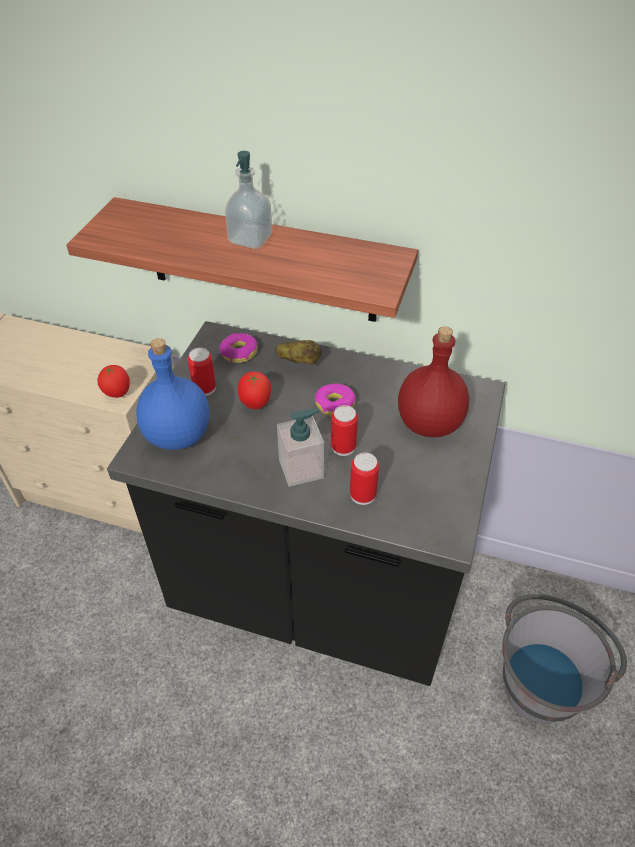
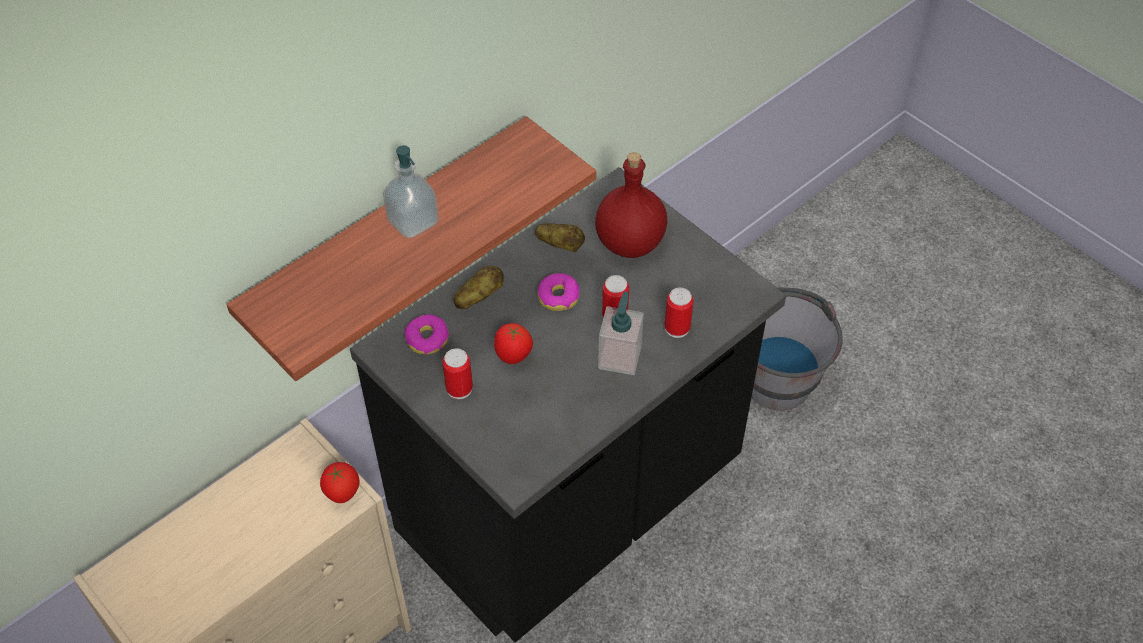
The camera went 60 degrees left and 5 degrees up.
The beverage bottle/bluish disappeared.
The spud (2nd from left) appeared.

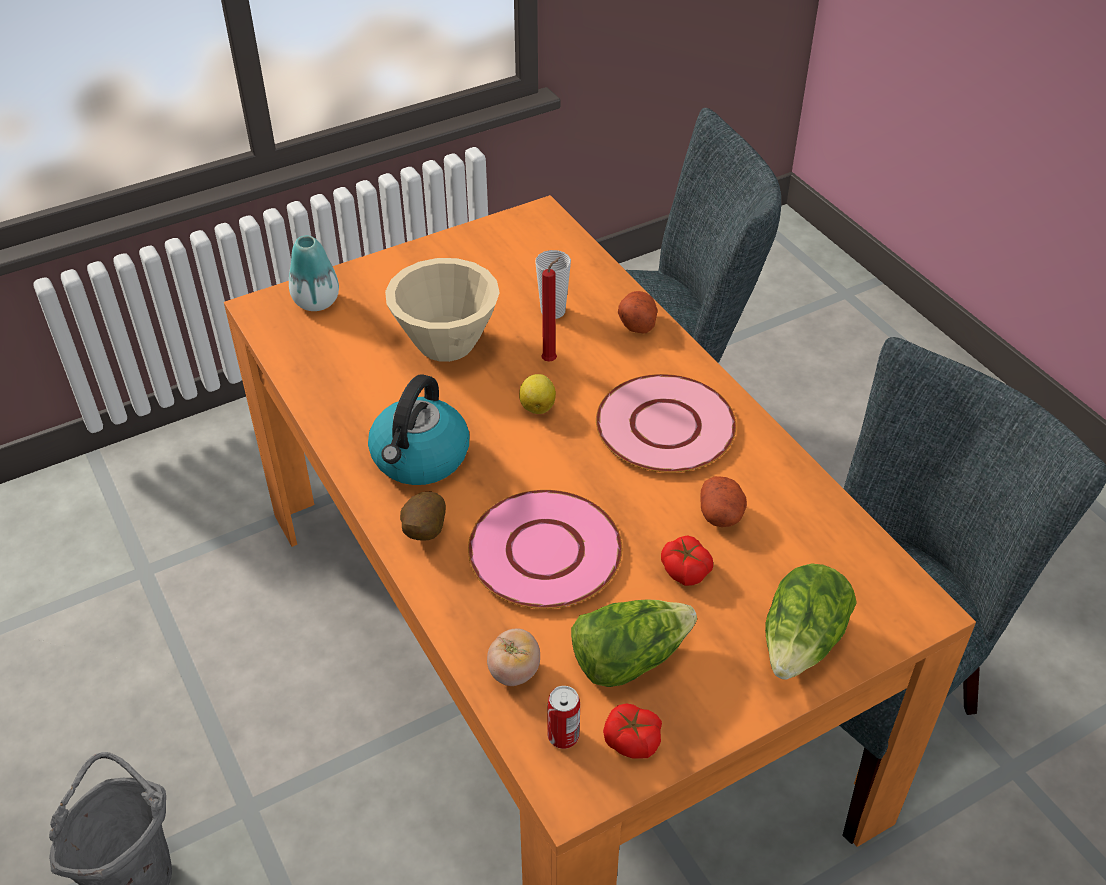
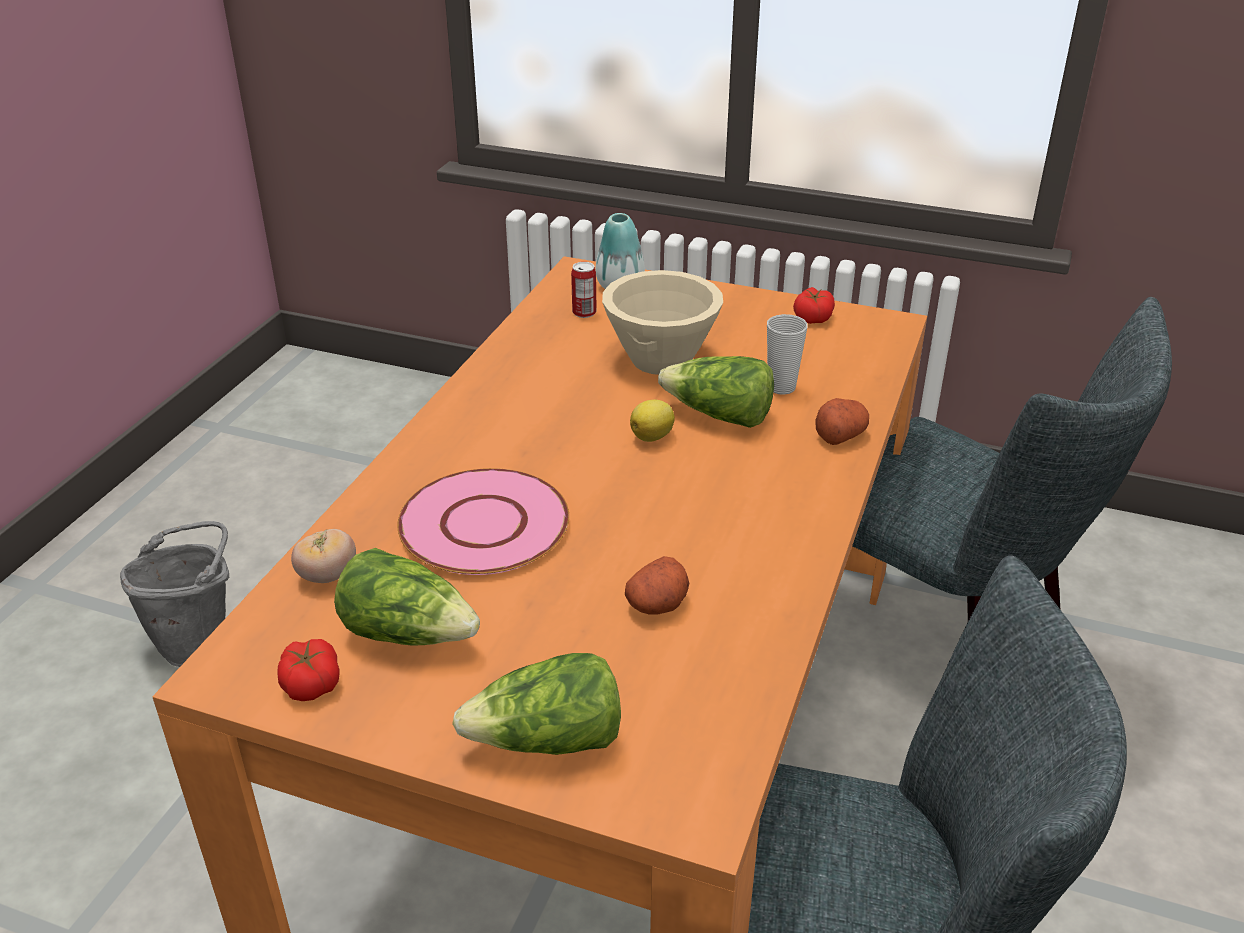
The camera went 50 degrees right and 10 degrees down.
The tea kettle disappeared.
The spud (1st from left) disappeared.
The wax light/red was replaced by the lettuce (3rd from left).
The sealed can moved.
The dinner plate/pinkish (2nd from left) disappeared.
The whole tomato (3rd from left) moved.

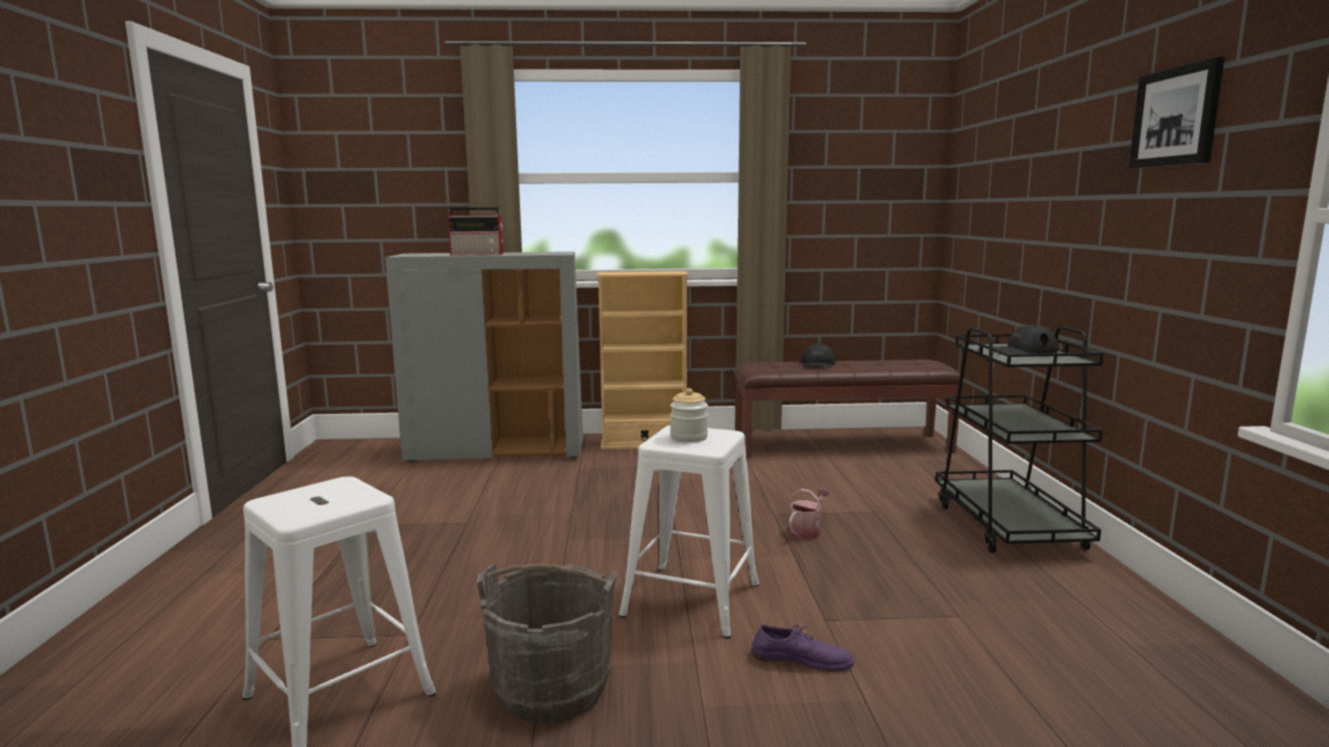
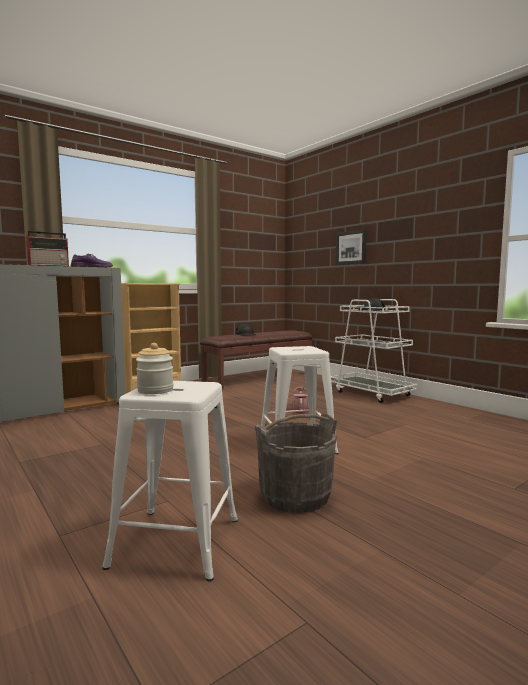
The camera went 35 degrees left and 5 degrees down.
The jar moved.
The low shoe/purple-coloured moved.
The wheeled cart/black became the wheeled cart/white-coloured.
The wall art moved.

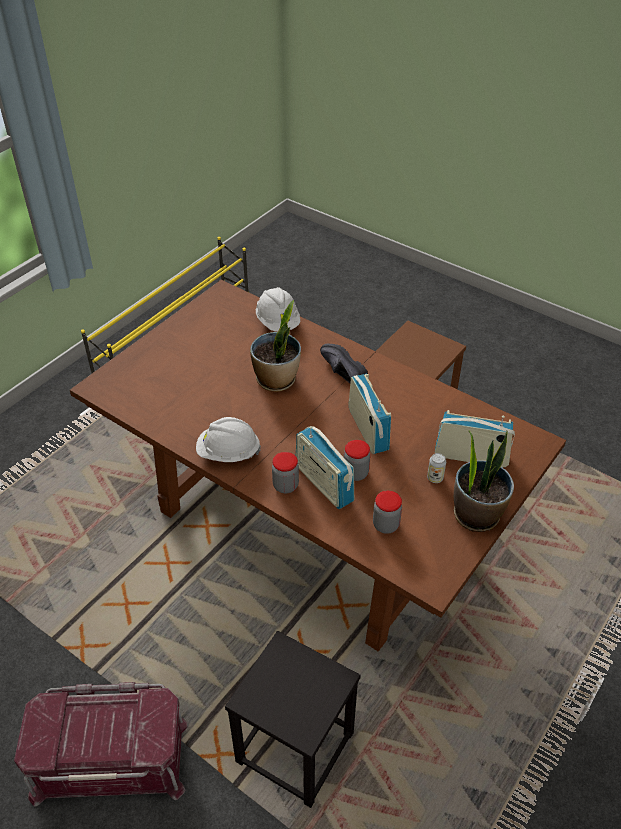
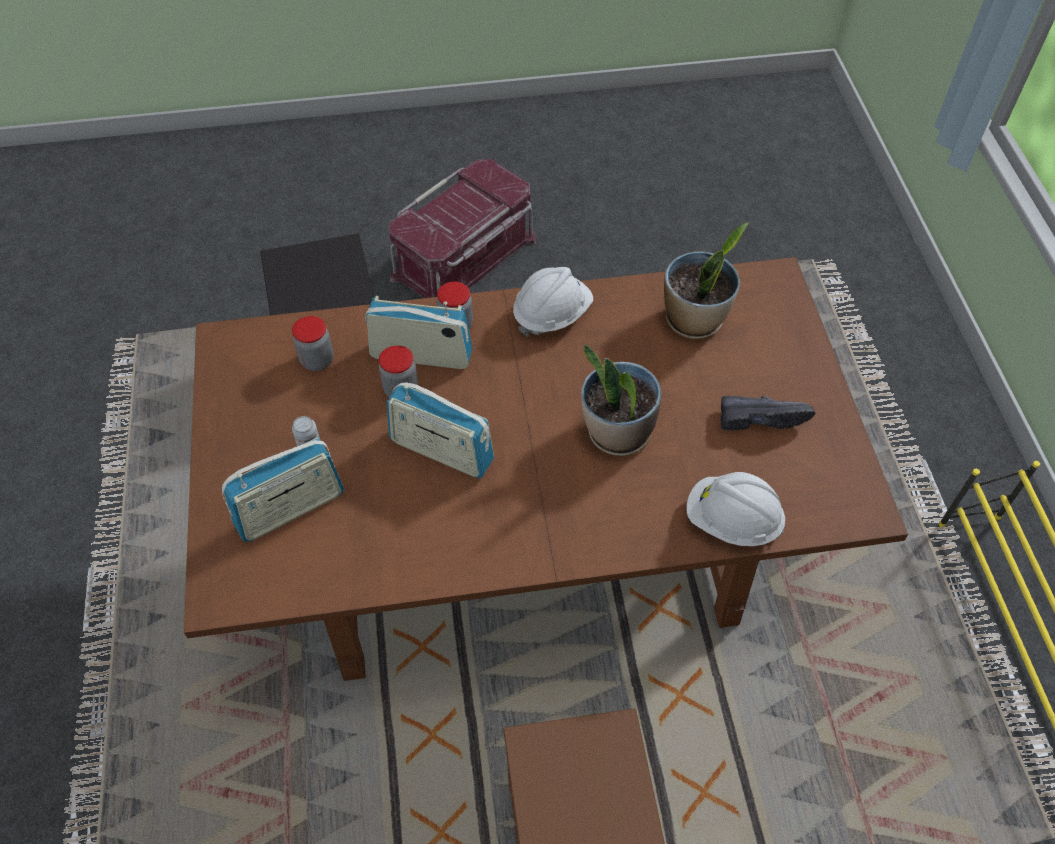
The camera went 135 degrees right and 10 degrees up.
The low shoe/black moved.
The houseplant (2nd from left) moved.

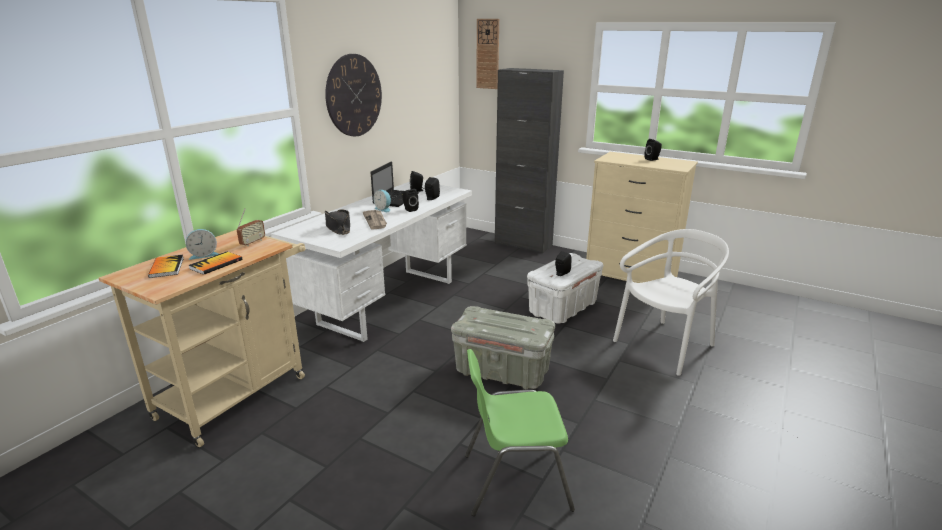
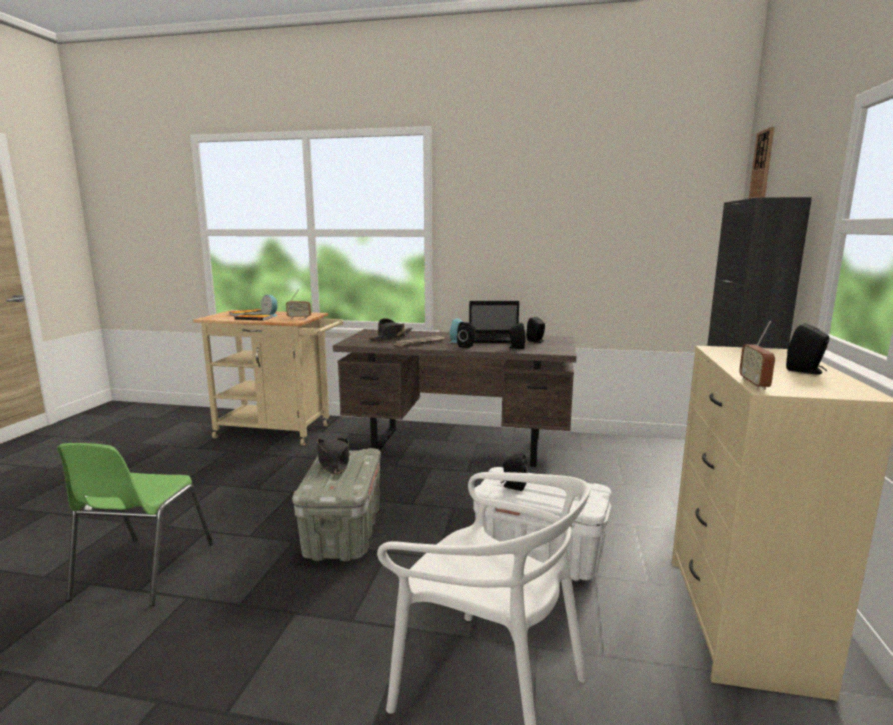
The camera went 70 degrees right and 10 degrees down.
The desk table/white-coloured became the desk table/brown-coloured.
The hanging clock (1st from left) disappeared.
The plain chair/green turned 150 degrees counterclockwise.
The hat/black (1st from left) appeared.
The radio set (2nd from left) appeared.

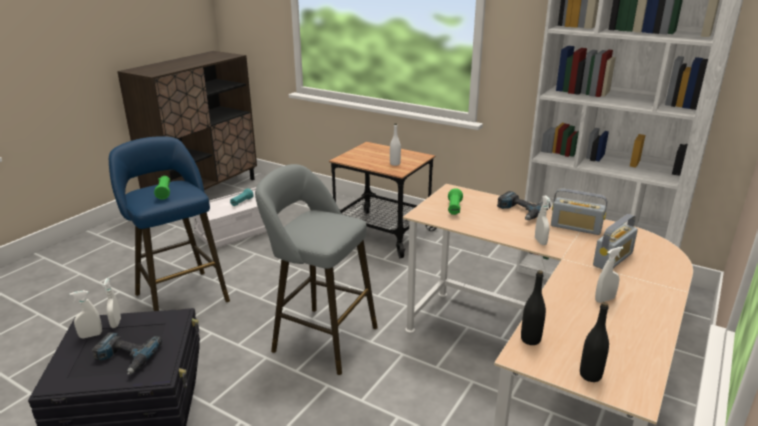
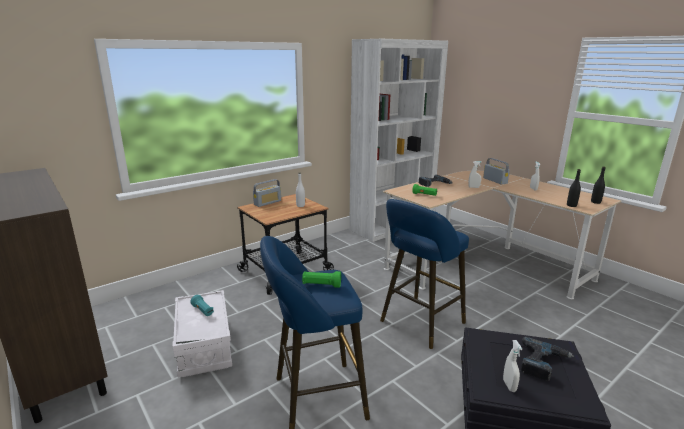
The camera went 70 degrees left and 5 degrees down.
The hand sprayer/white-coloured (2nd from left) disappeared.
The stool/gray became the stool/bluish (2nd from left).
The radio set (1st from left) moved.

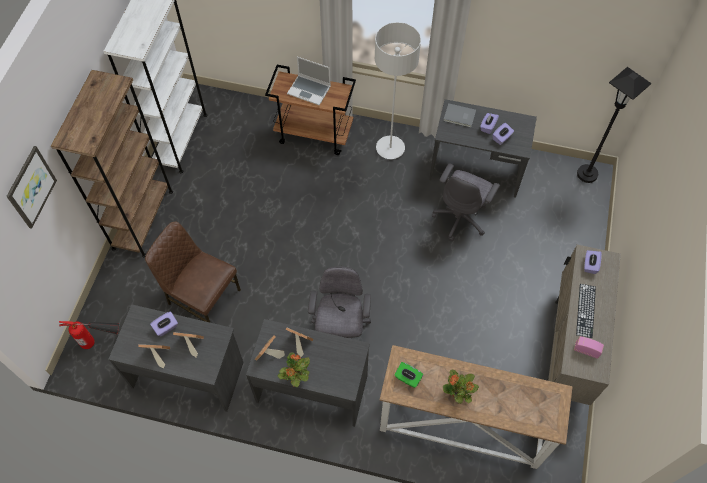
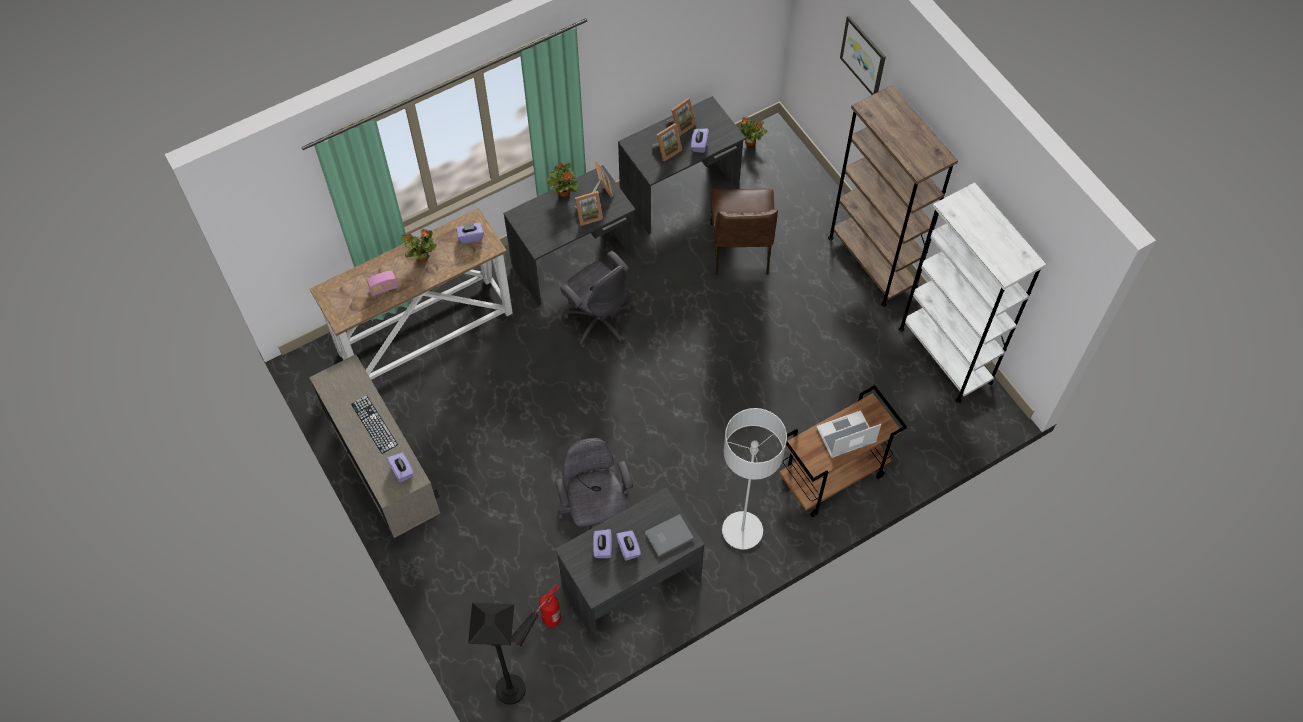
The camera went 135 degrees right and 0 degrees up.
The fire extinguisher moved.
The plain chair/brown-coloured turned 105 degrees clockwise.
The box of tissues/green became the box of tissues/purple-coloured (2nd from left).
The radio set moved.
The houseplant (3rd from left) appeared.

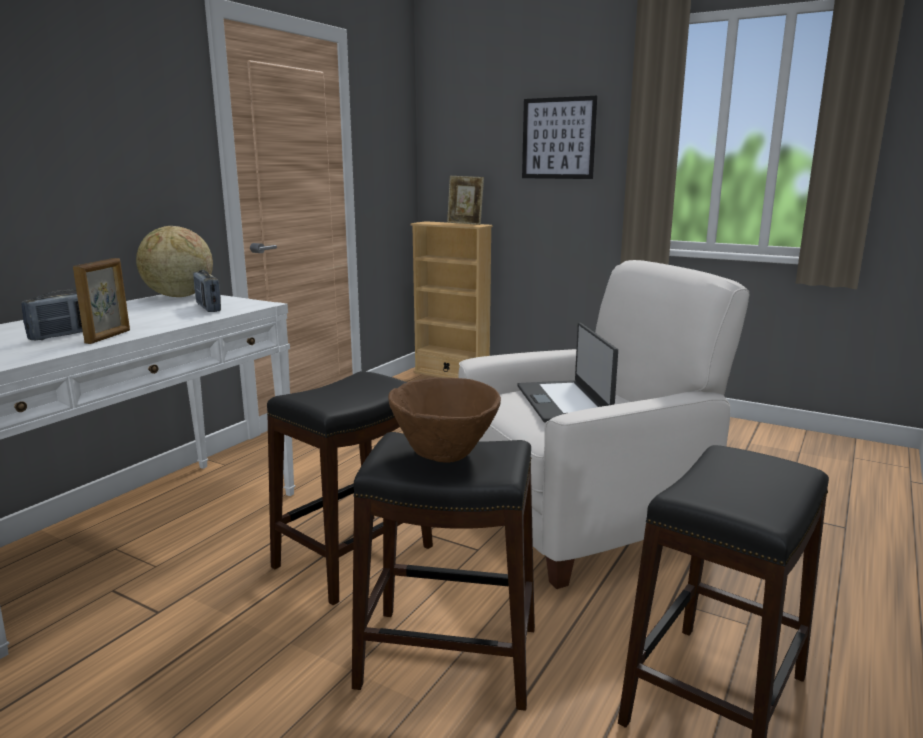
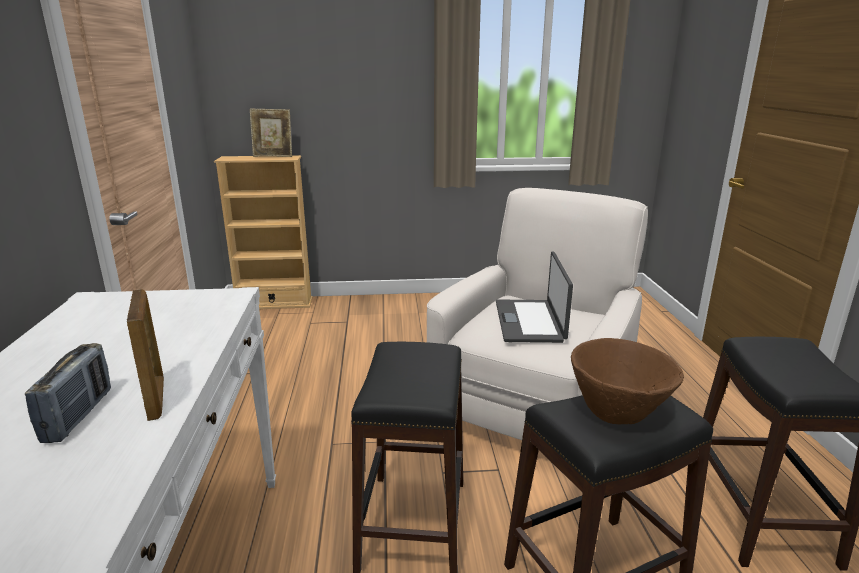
The camera went 35 degrees left and 5 degrees up.
The world globe disappeared.
The radio set (2nd from left) disappeared.
The laptop turned 45 degrees clockwise.
The wall art disappeared.

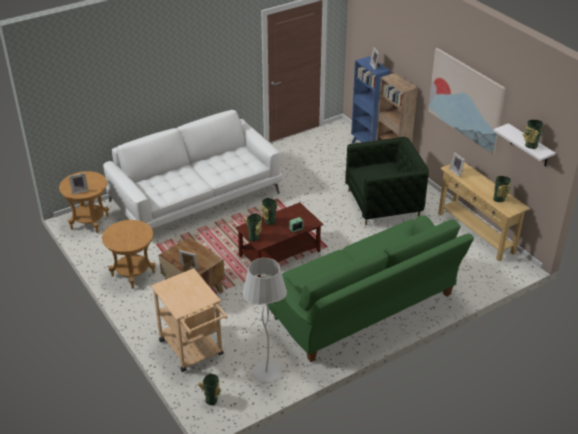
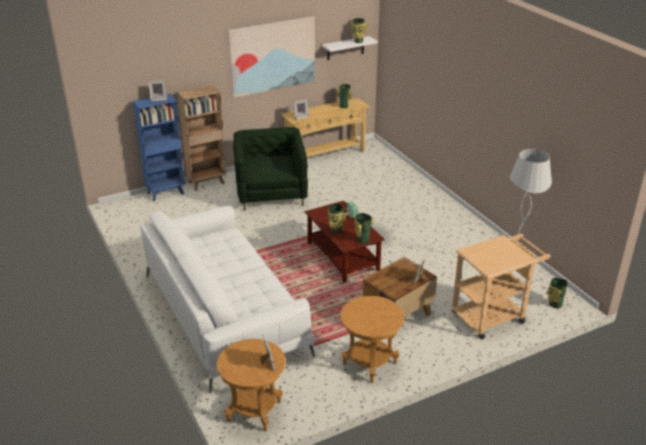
The camera went 85 degrees left and 5 degrees down.
The settee/green disappeared.

